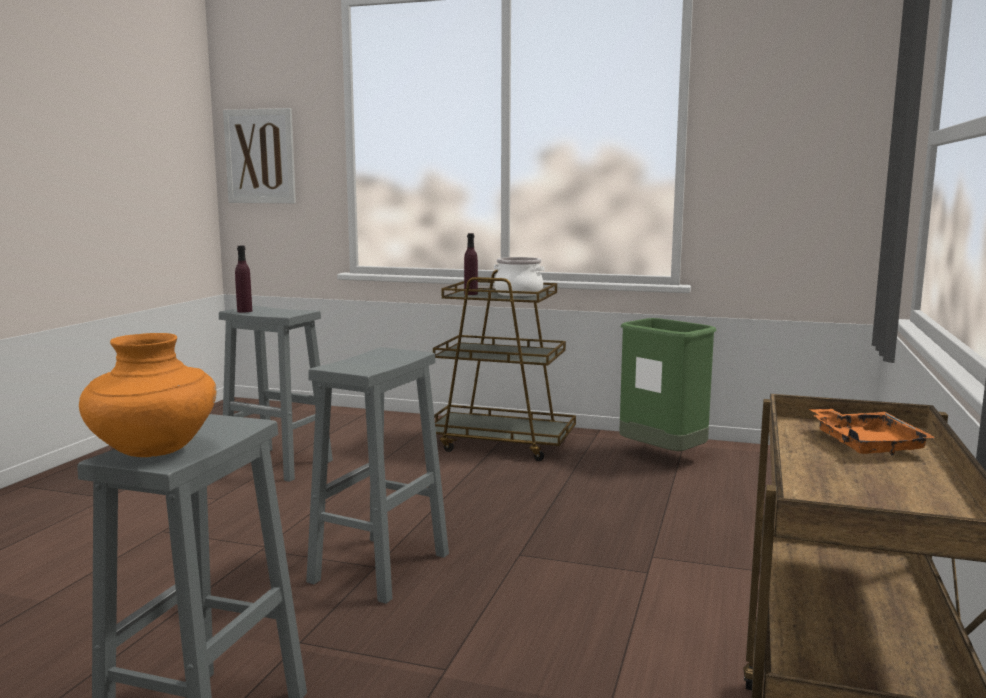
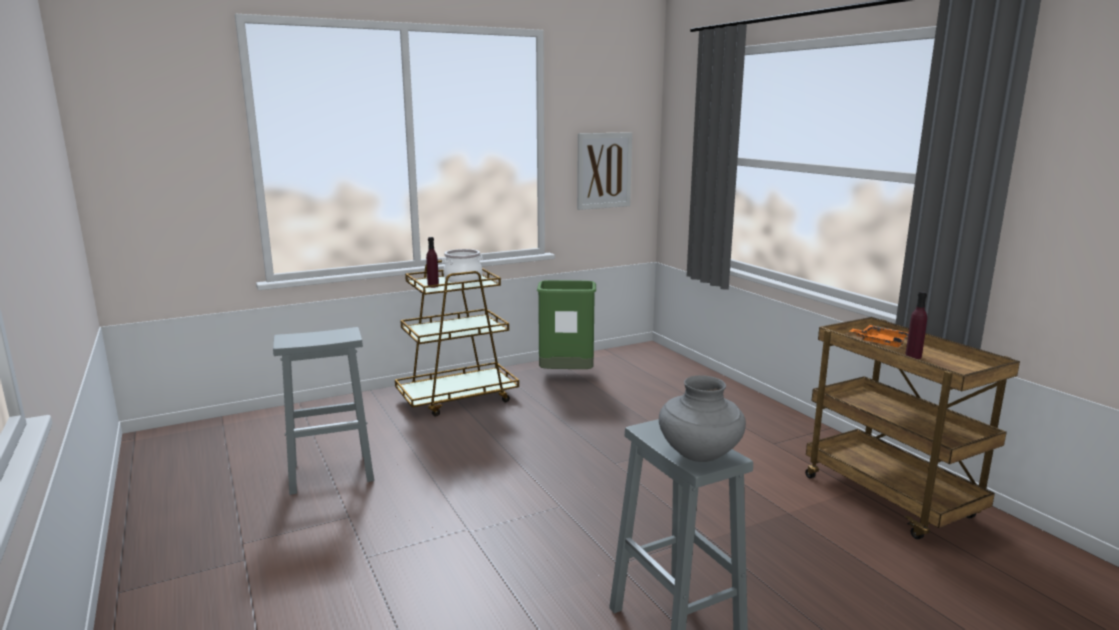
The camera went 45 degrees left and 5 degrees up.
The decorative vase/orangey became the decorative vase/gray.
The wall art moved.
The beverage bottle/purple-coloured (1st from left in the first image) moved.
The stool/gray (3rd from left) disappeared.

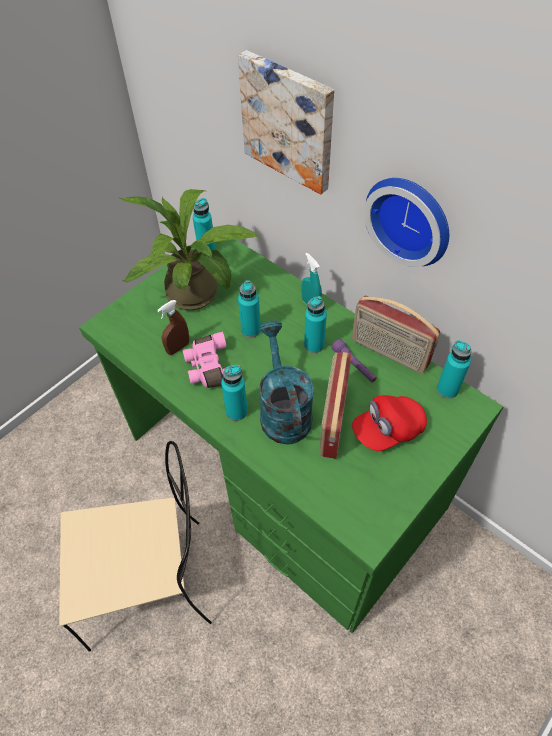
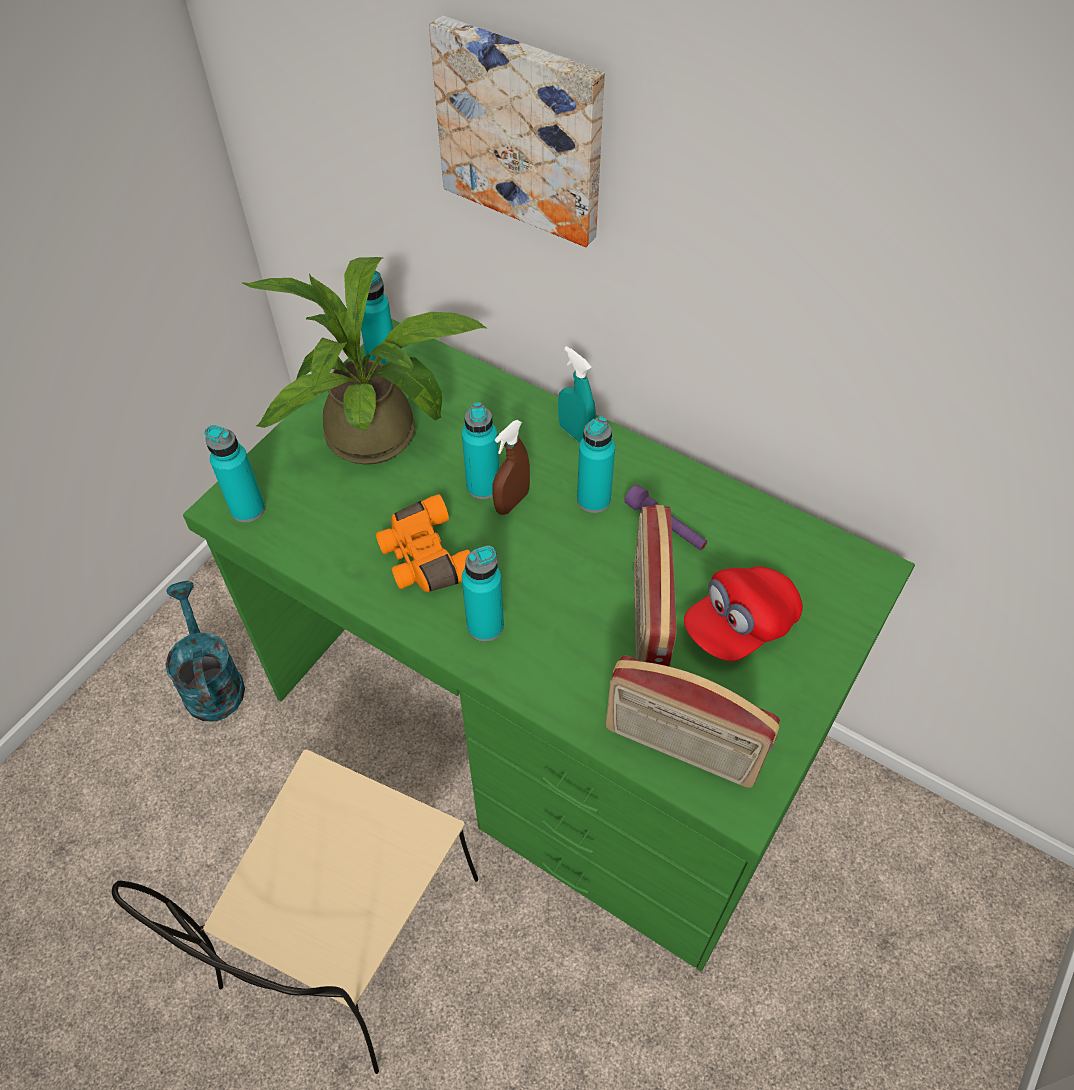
The camera went 10 degrees left and 0 degrees up.
The plain chair/sand-coloured turned 135 degrees clockwise.
The hand sprayer/brown-coloured moved.
The pair of binoculars/pinkish became the pair of binoculars/orangey.
The sprinkling can/turquoise moved.
The radio set (2nd from left) moved.
The hanging clock disappeared.
The beverage bottle/turquoise (5th from left in the first image) moved.

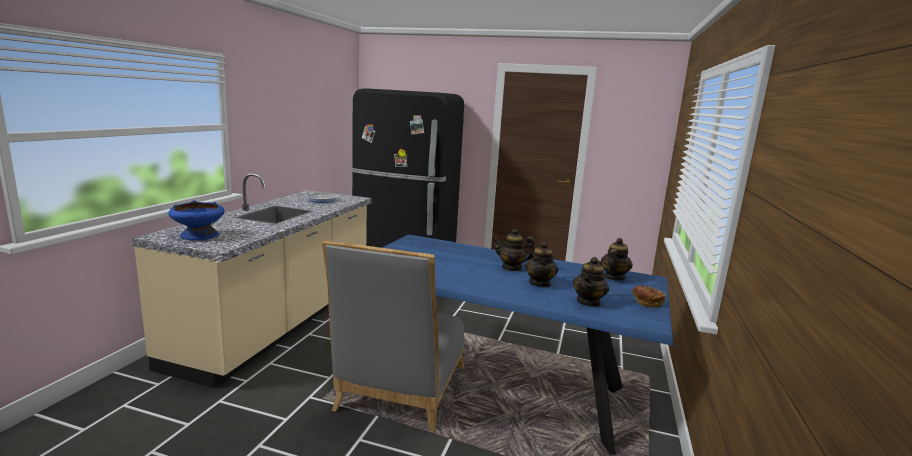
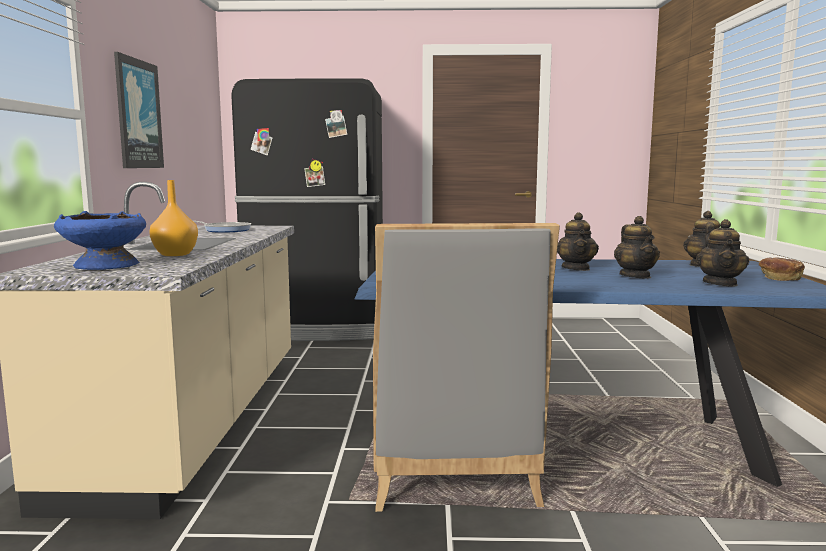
The camera went 15 degrees left and 5 degrees down.
The teapot (1st from left) turned 75 degrees counterclockwise.
The wall art appeared.
The decorative vase/orangey appeared.

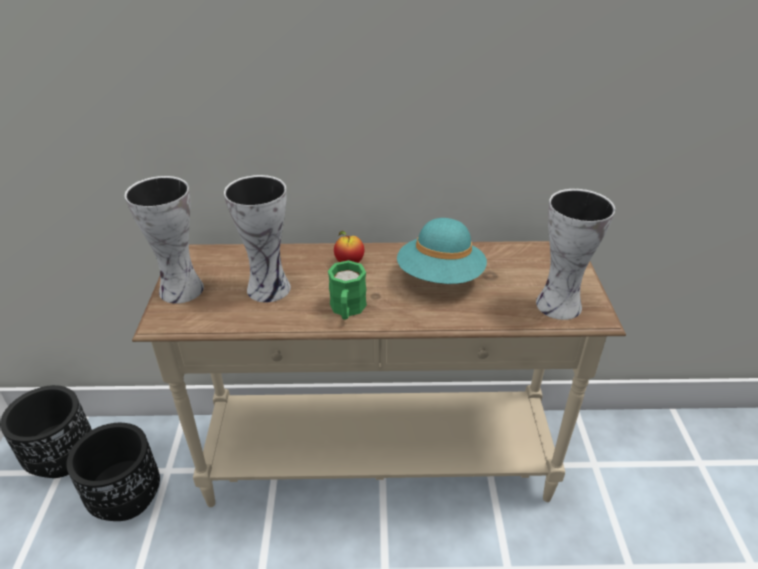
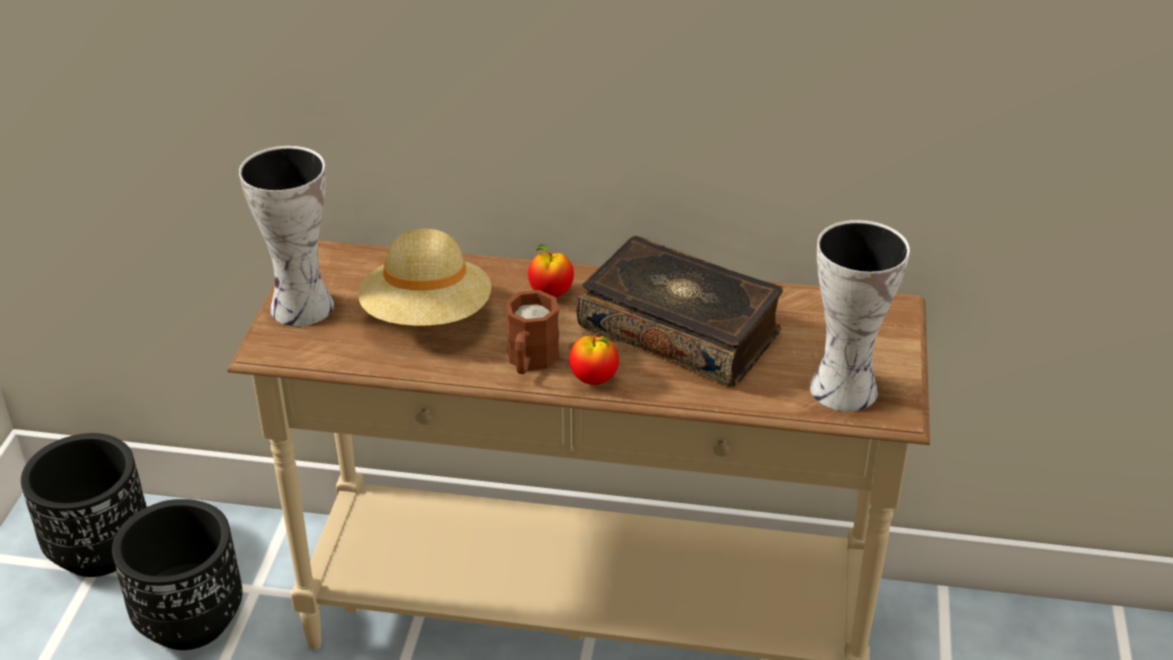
The camera went 10 degrees right and 0 degrees up.
The decorative vase (2nd from left) was replaced by the hat/sand-coloured.
The mug/green became the mug/brown-coloured.
The hat/turquoise was replaced by the book.
The apple (2nd from left) appeared.

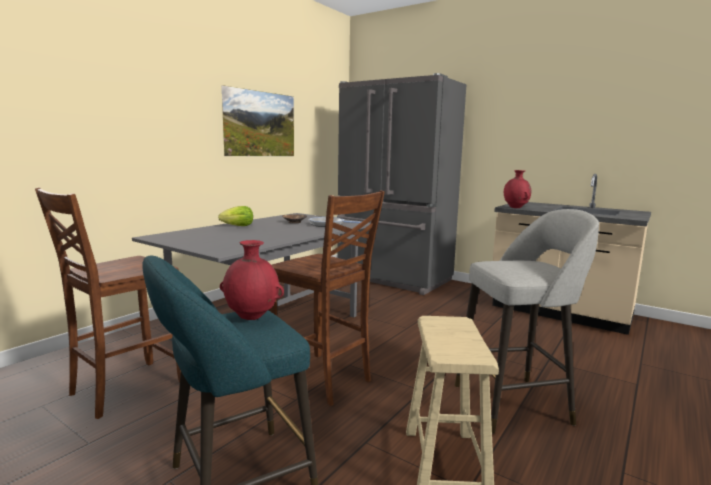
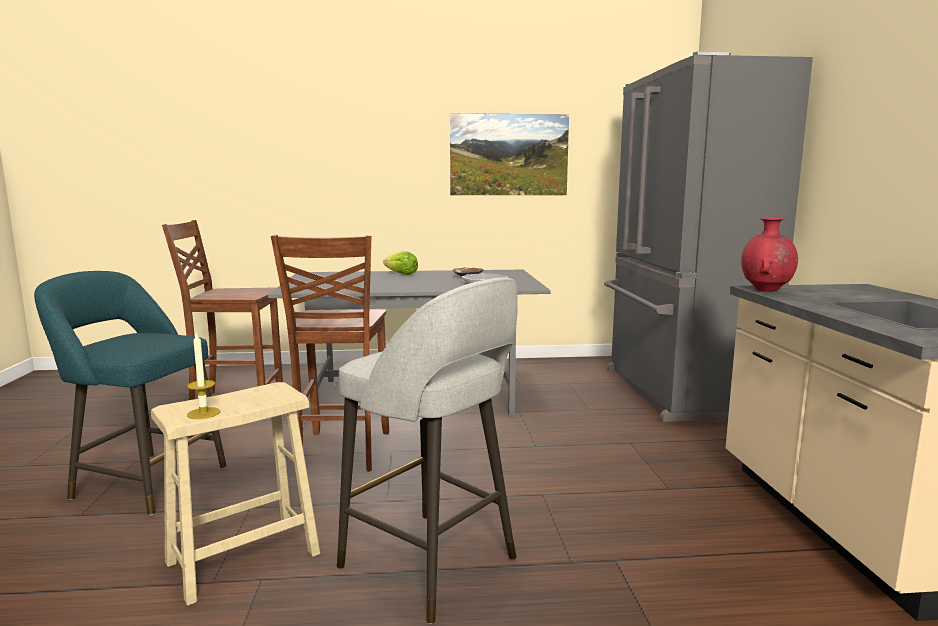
The camera went 50 degrees right and 0 degrees up.
The decorative vase/red (1st from left) disappeared.
The wax light appeared.

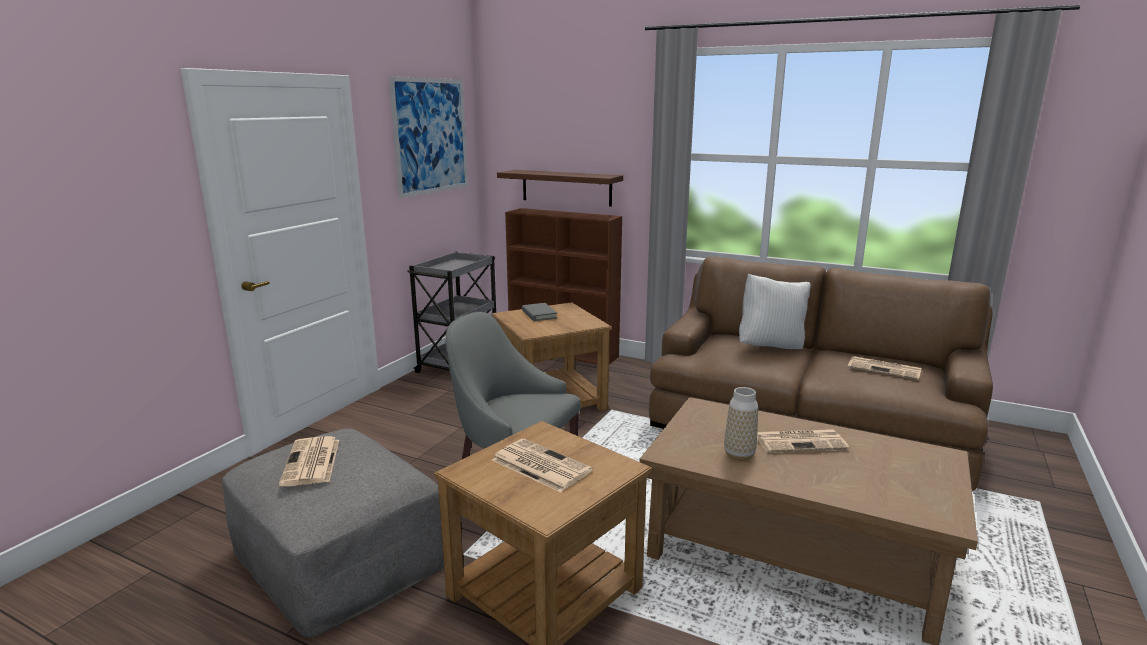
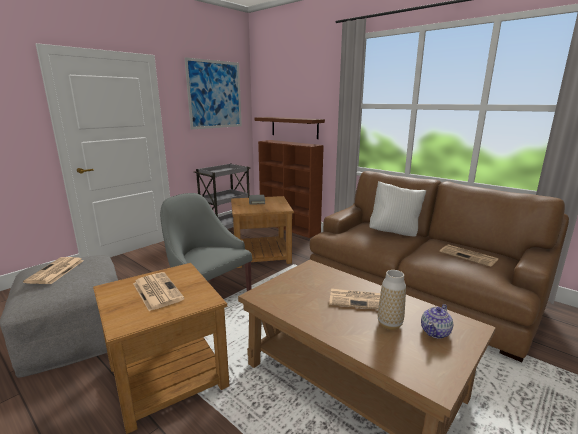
The camera went 15 degrees right and 0 degrees up.
The decorative vase moved.
The teapot appeared.

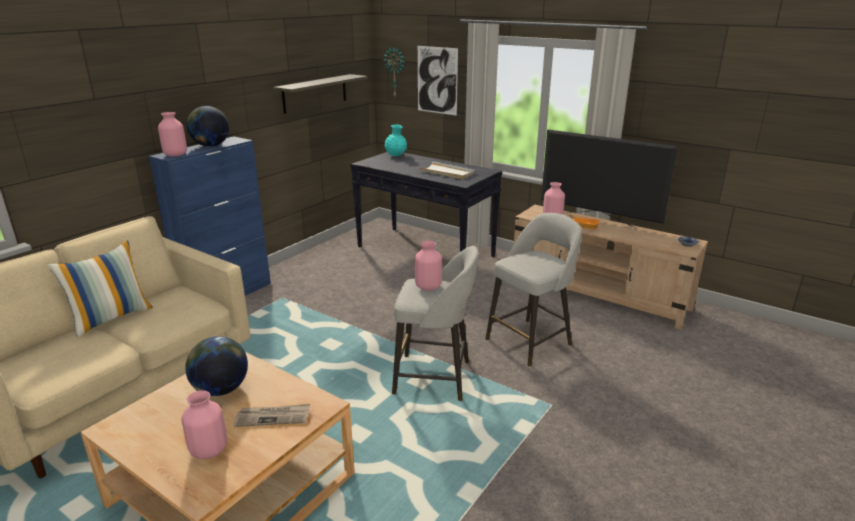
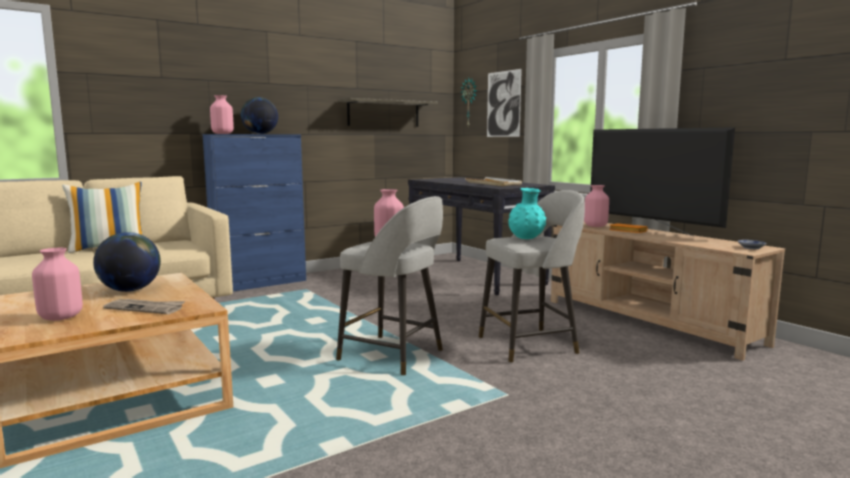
The camera went 20 degrees right and 15 degrees down.
The decorative vase/turquoise moved.

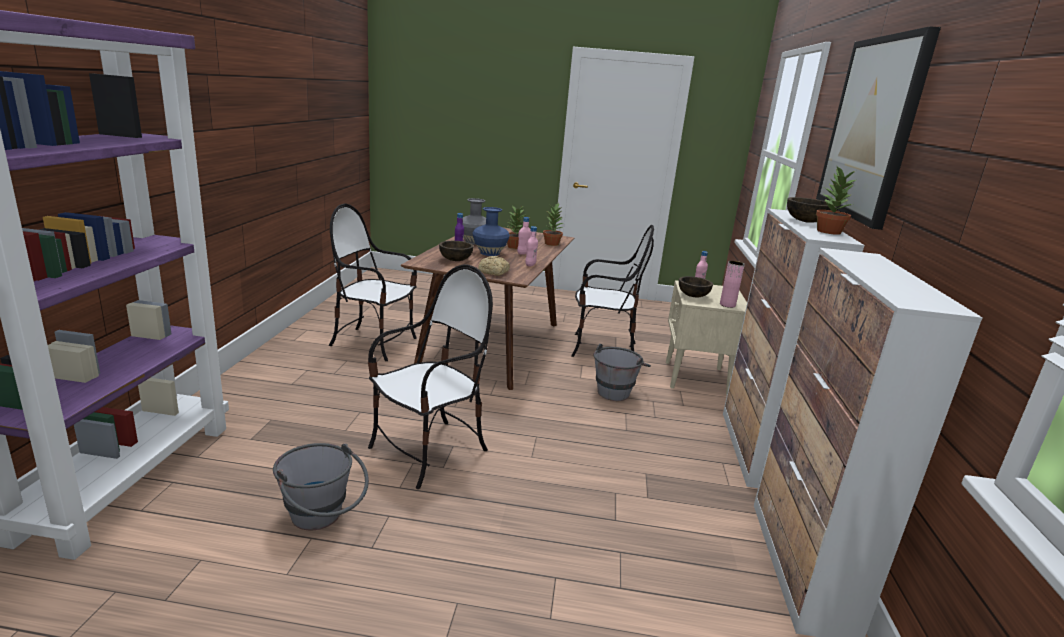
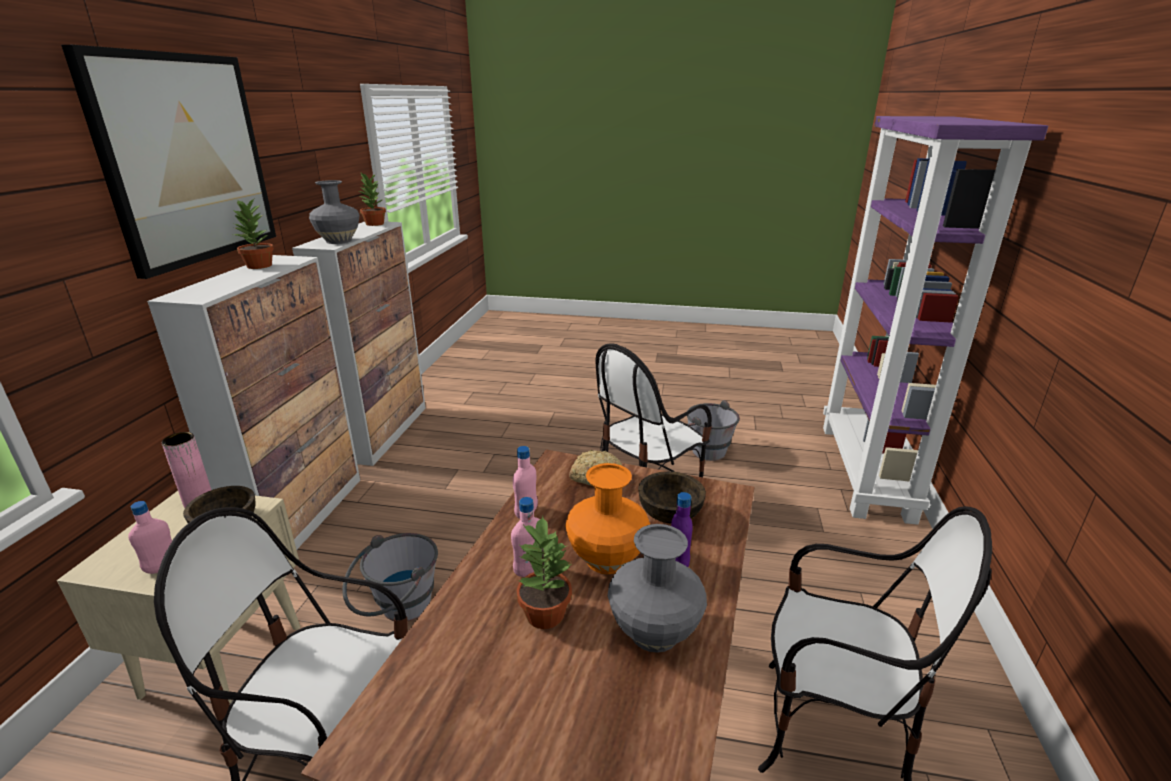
The camera went 175 degrees left and 5 degrees up.
The decorative vase/bluish became the decorative vase/orangey.
The houseplant (2nd from left) moved.
The bowl/brown-coloured (3rd from left) disappeared.
The decorative vase/gray (1st from left) appeared.

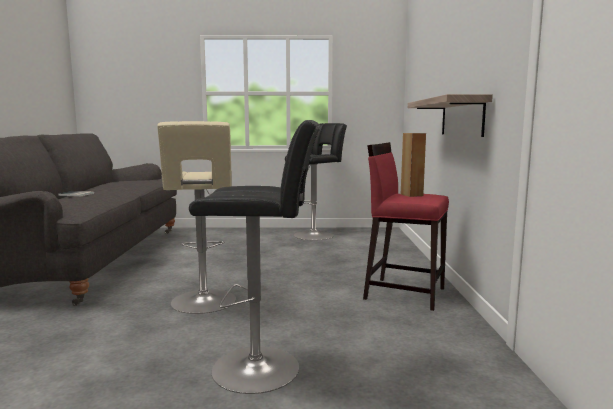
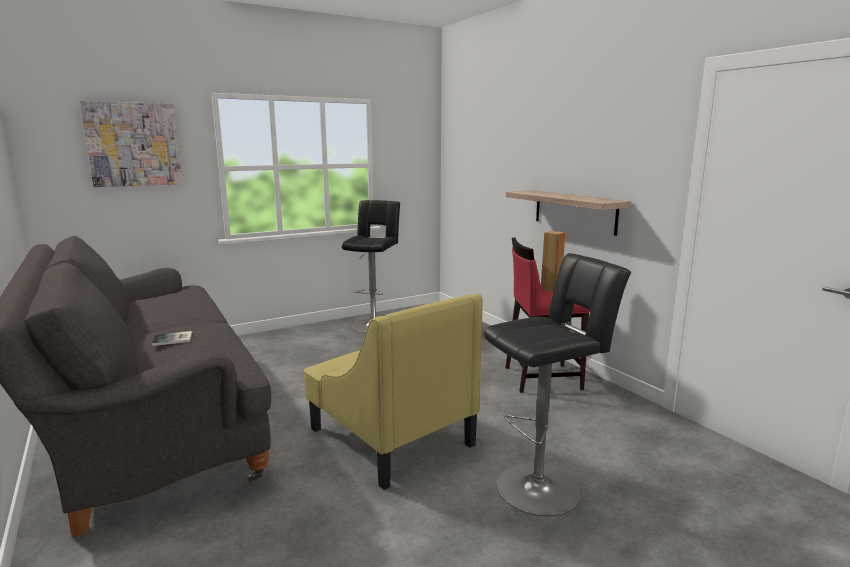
The camera went 30 degrees left and 5 degrees up.
The stool/sand-coloured was replaced by the lounge chair/yellow-coloured.
The wall art appeared.

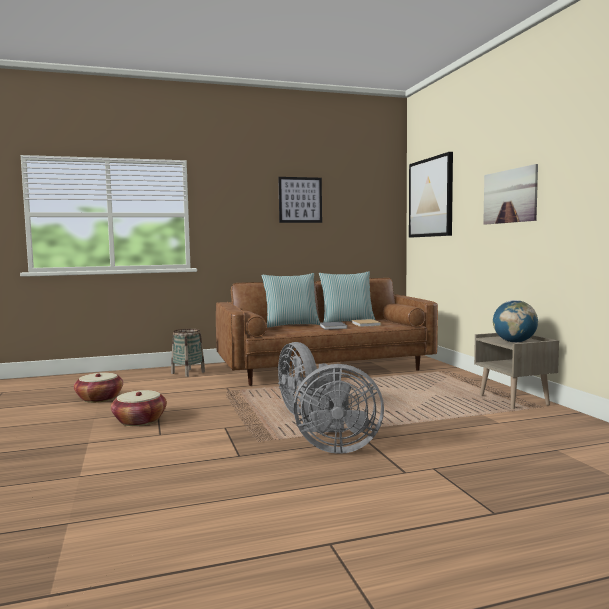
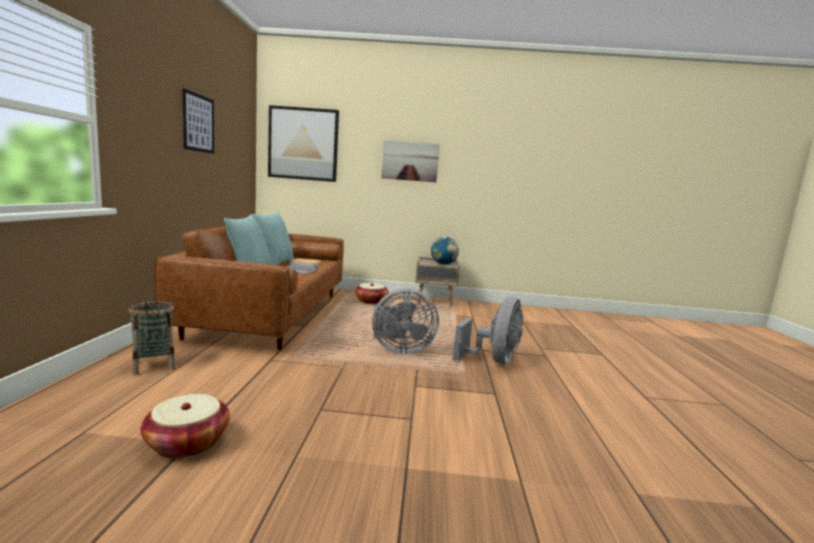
The camera went 70 degrees left and 5 degrees up.
The household basket (2nd from left in the first image) moved.

